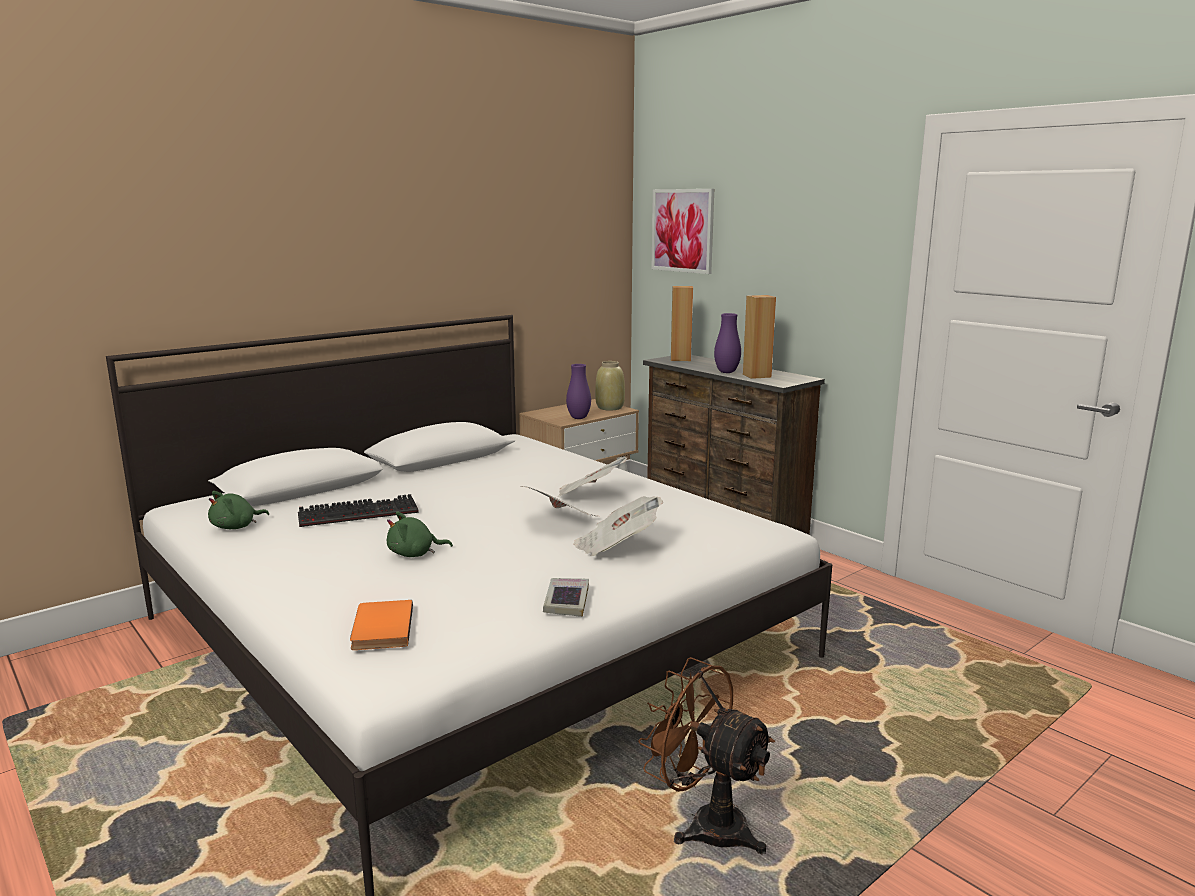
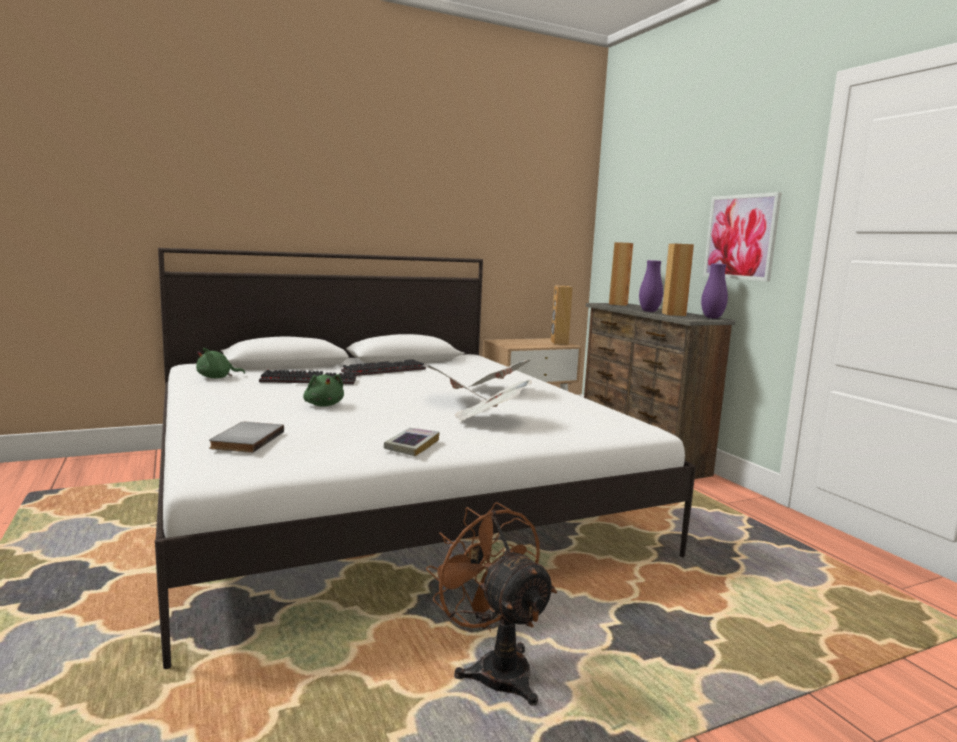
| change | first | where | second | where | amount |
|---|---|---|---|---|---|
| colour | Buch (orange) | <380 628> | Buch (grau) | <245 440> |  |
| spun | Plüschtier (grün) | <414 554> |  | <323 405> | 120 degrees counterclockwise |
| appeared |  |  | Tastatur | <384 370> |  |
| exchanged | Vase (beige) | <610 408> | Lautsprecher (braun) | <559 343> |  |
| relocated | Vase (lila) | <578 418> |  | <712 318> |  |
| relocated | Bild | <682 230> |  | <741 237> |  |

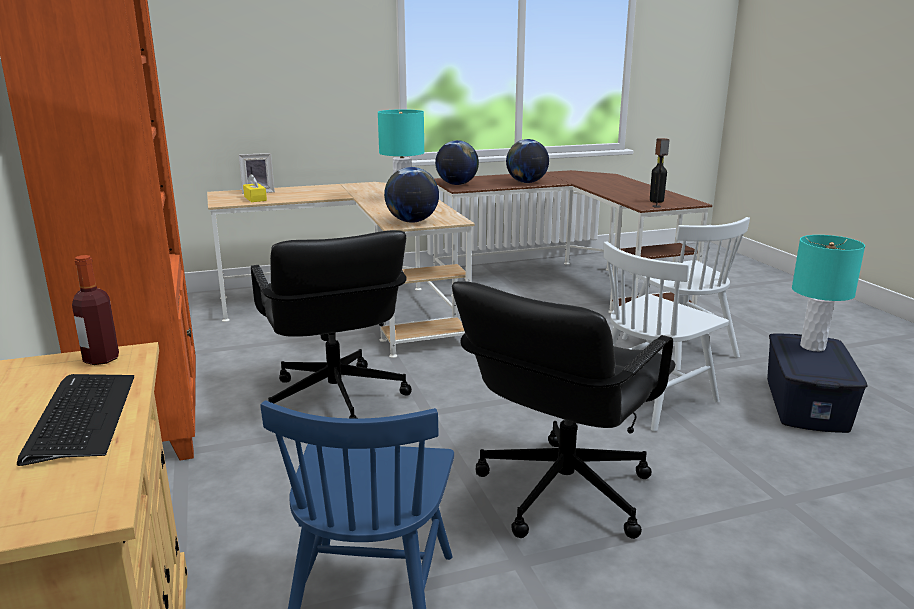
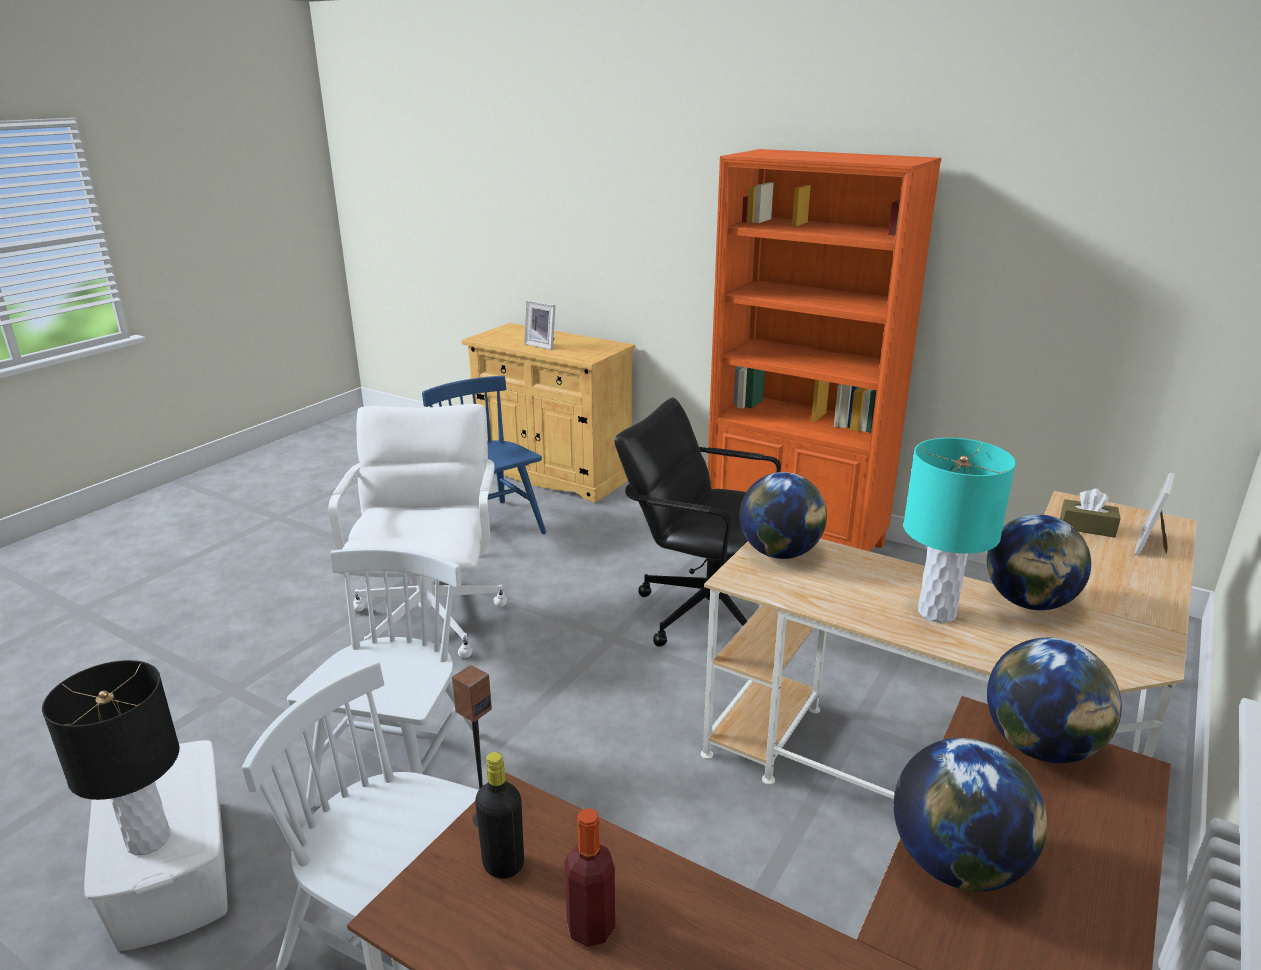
| change | first | where | second | where | amount |
|---|---|---|---|---|---|
| colour | Tischlampe (türkis) | <812 346> | Tischlampe (schwarz) | <148 840> |  |
| colour | Aufbewahrungsbox (blau) | <806 404> | Aufbewahrungsbox (weiß) | <171 870> |  |
| colour | Bürostuhl (schwarz) | <561 492> | Bürostuhl (weiß) | <429 619> |  |
| exchanged | Tastatur | <81 417> | Bilderrahmen | <542 345> |  |
| relocated | Flasche | <101 359> |  | <591 928> |  |
| appeared |  |  | Globus | <1028 602> |  |
| colour | Taschentuchbox (gelb) | <255 199> | Taschentuchbox (braun) | <1087 527> |  |

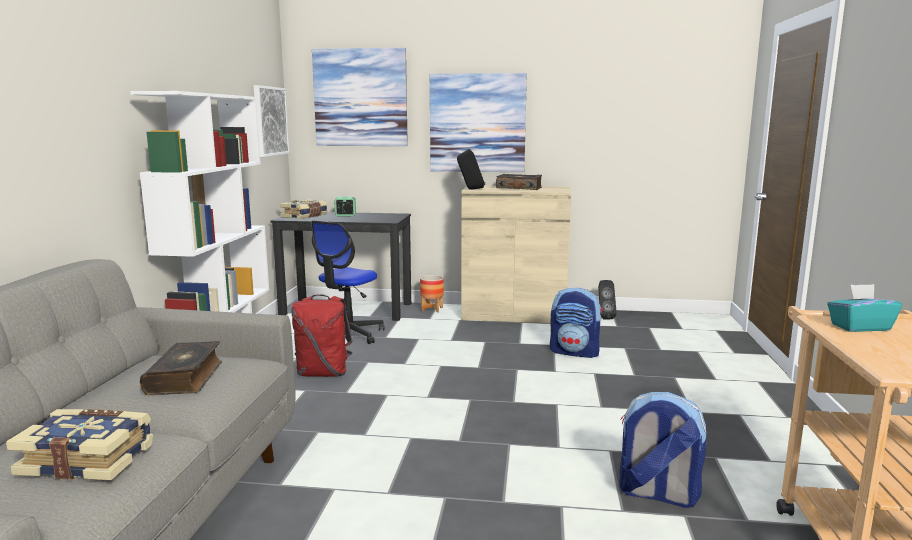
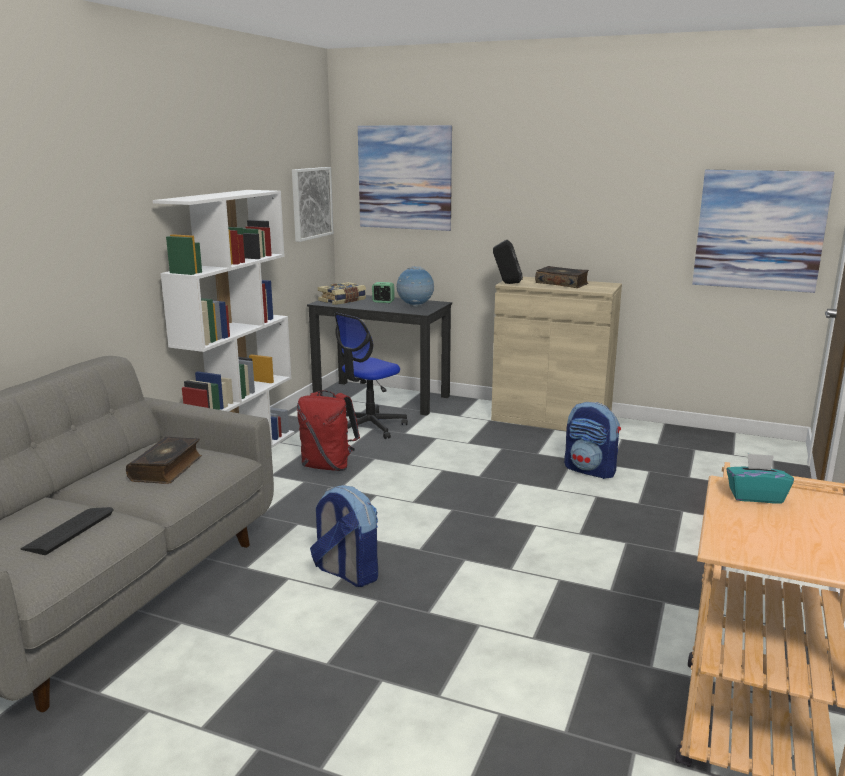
| change | first | where | second | where | amount |
|---|---|---|---|---|---|
| exchanged | Buch | <88 459> | Tastatur | <68 531> |  |
| relocated | Rucksack | <656 494> |  | <346 573> |  |
| appeared |  |  | Globus | <415 307> |  |
| relocated | Bild | <477 123> |  | <759 230> |  |
| missing | Pflanzkübel | <432 309> |  |  |  |
| missing | Lautsprecher (schwarz) | <604 317> |  |  |  |

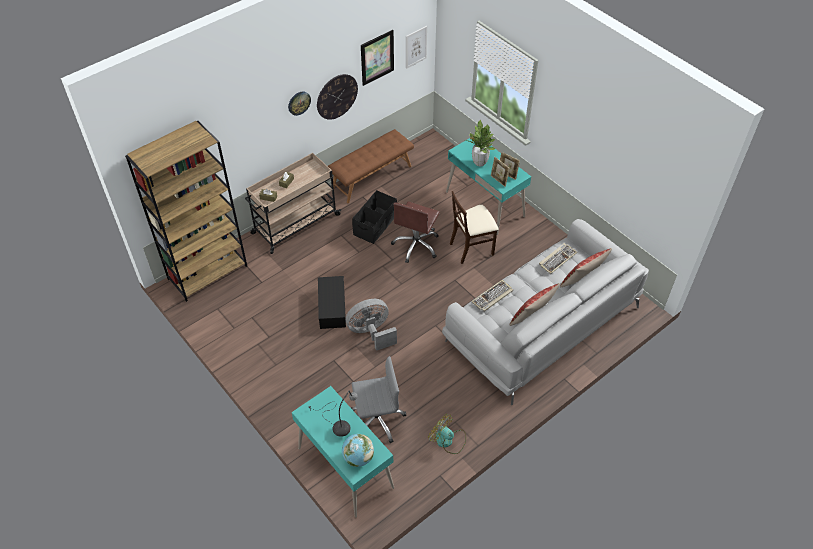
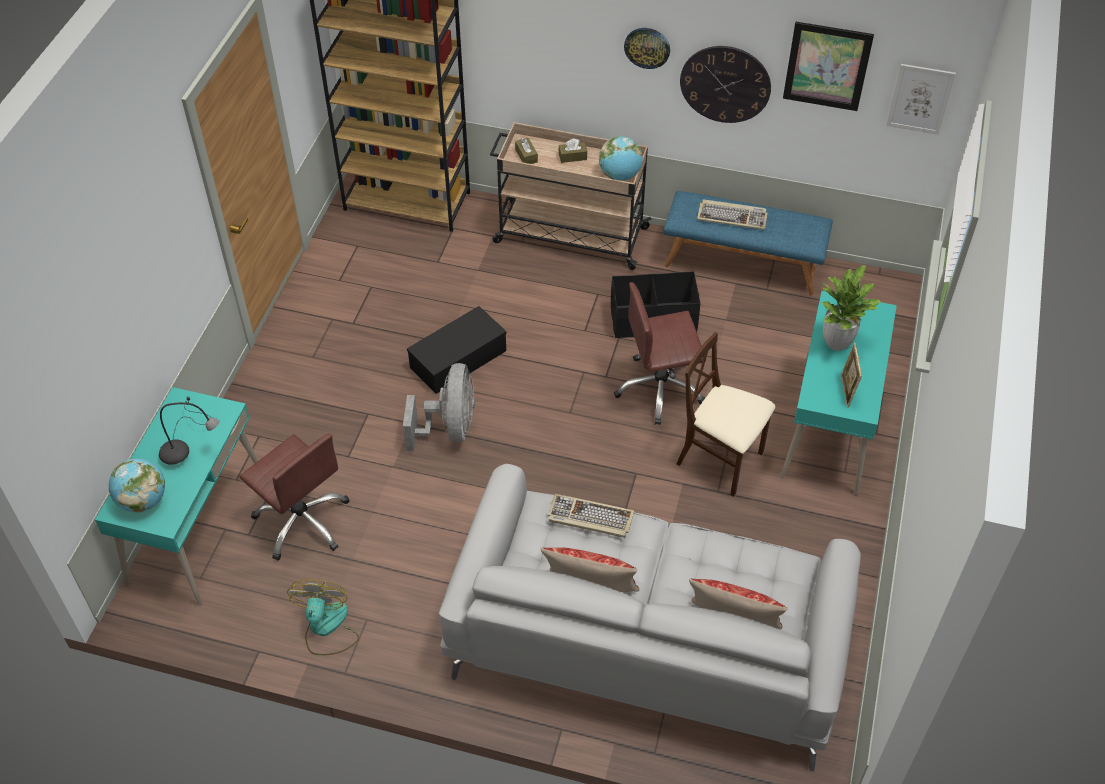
| change | first | where | second | where | amount |
|---|---|---|---|---|---|
| colour | Bürostuhl (grau) | <377 420> | Bürostuhl (braun) | <303 521> |  |
| spun | Ventilator (grau) | <371 333> |  | <449 428> | 60 degrees clockwise |
| appeared |  |  | Globus | <620 175> |  |
| colour | Bank (braun) | <371 177> | Bank (blau) | <742 263> |  |
| relocated | Tastatur | <557 259> |  | <732 216> |  |
| missing | Bilderrahmen | <498 181> |  |  |  |

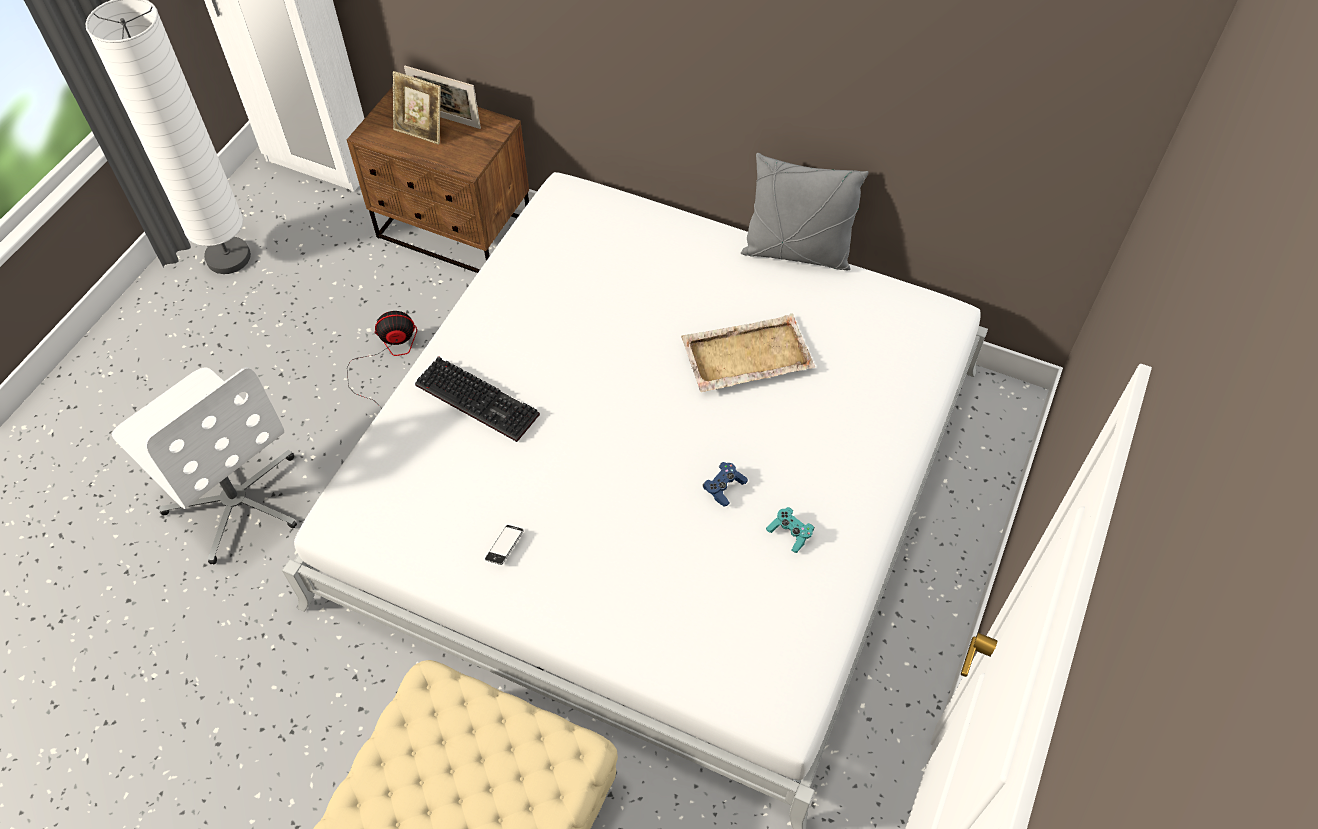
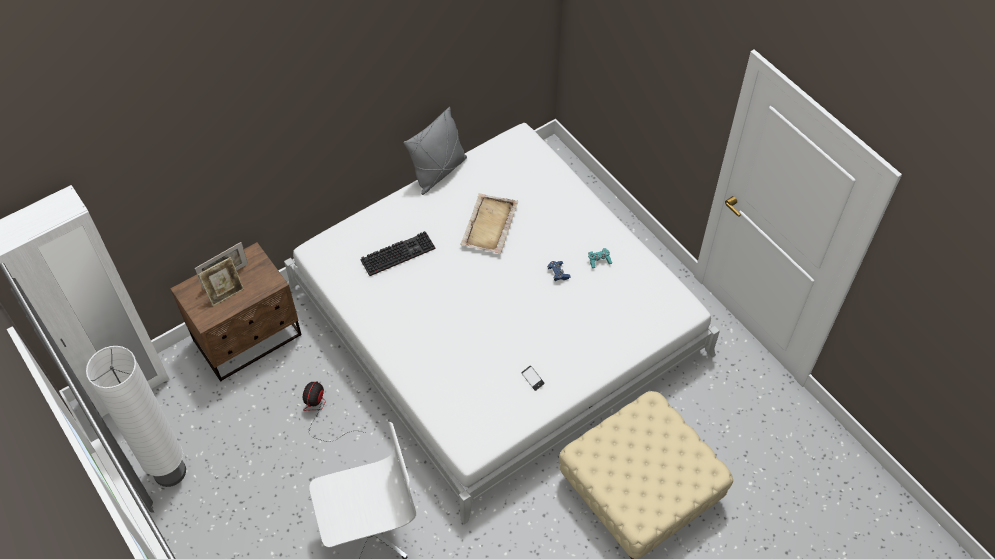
| change | first | where | second | where | amount |
|---|---|---|---|---|---|
| relocated | Tastatur | <480 399> |  | <398 253> |  |

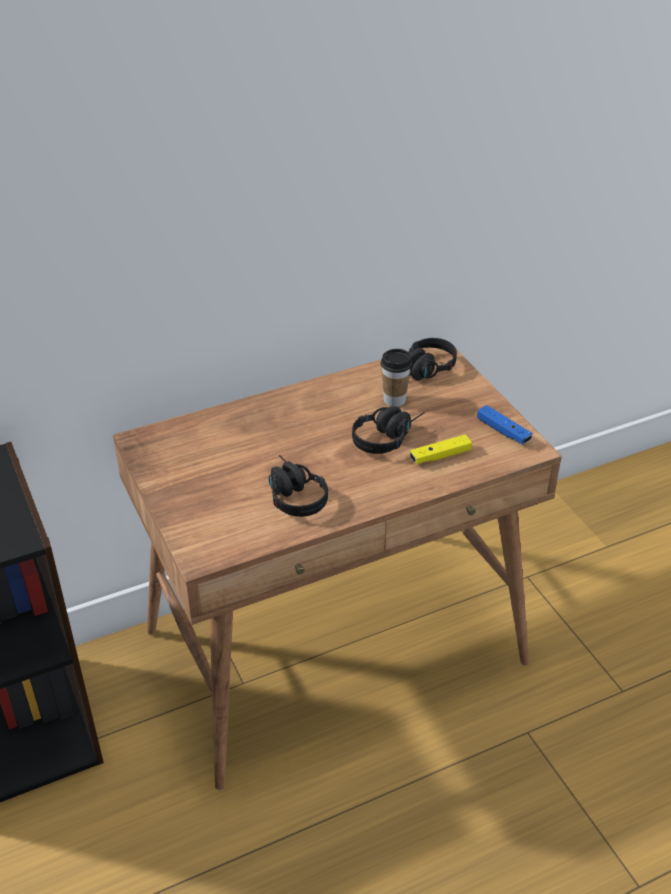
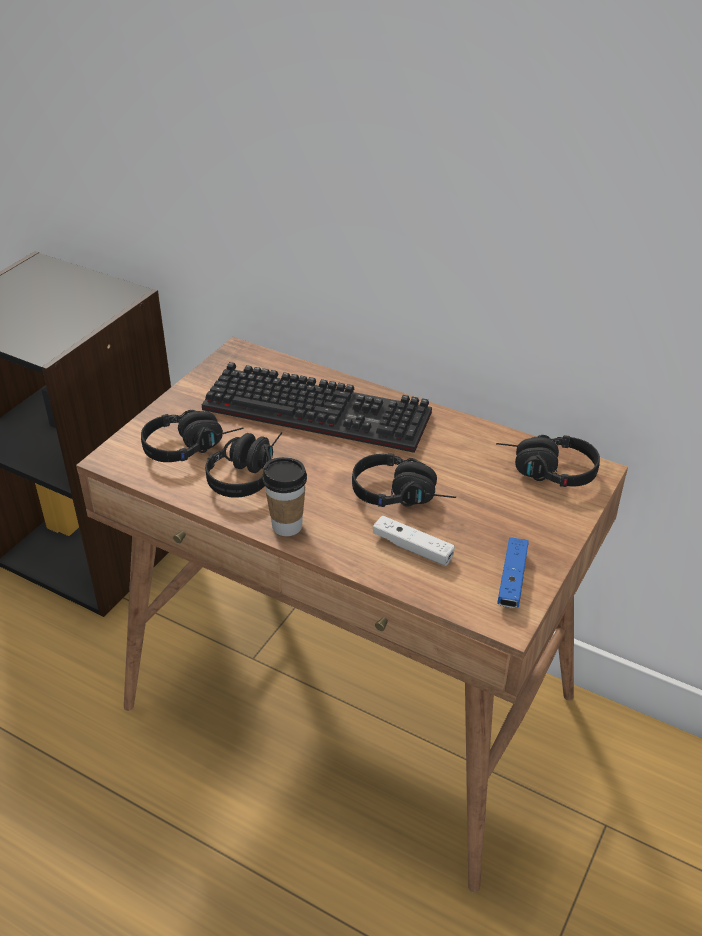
| change | first | where | second | where | amount |
|---|---|---|---|---|---|
| appeared |  |  | Kopfhörer (schwarz) | <193 446> |  |
| appeared |  |  | Tastatur | <321 410> |  |
| relocated | Tasse | <394 400> |  | <287 526> |  |
| colour | Gamepad (gelb) | <440 456> | Gamepad (weiß) | <412 548> |  |

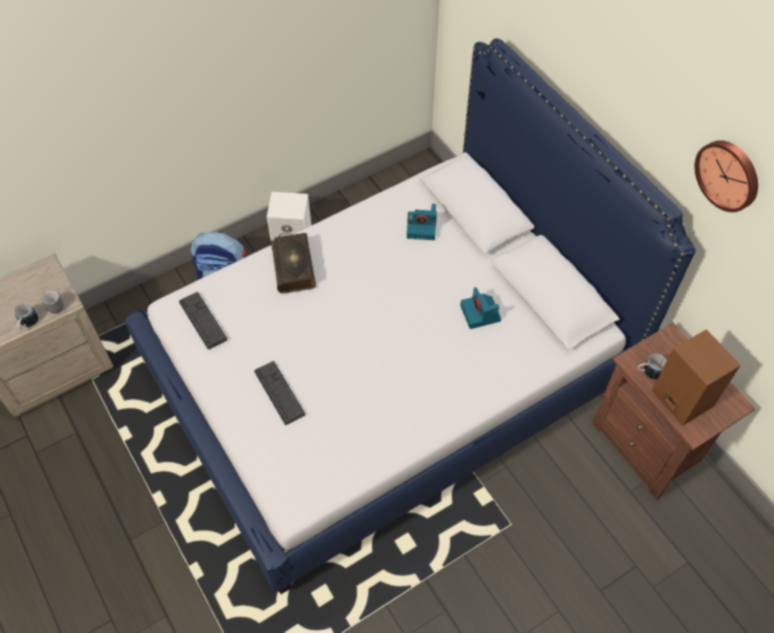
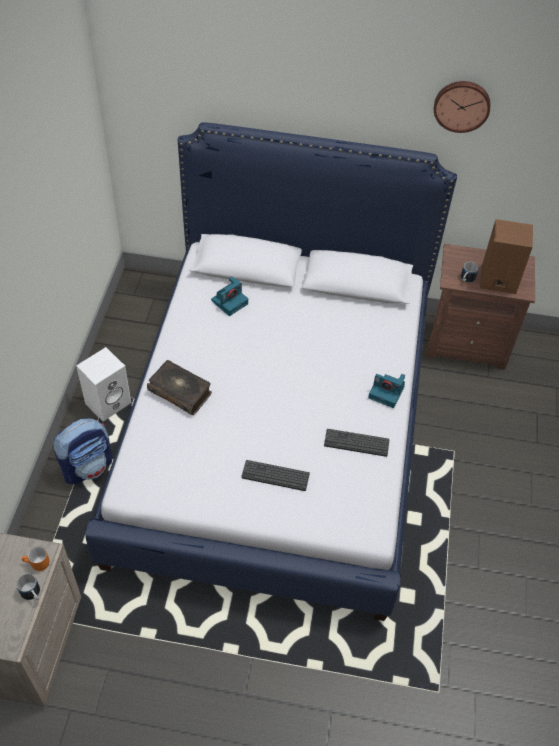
| change | first | where | second | where | amount |
|---|---|---|---|---|---|
| colour | Henkelbecher (grau) | <53 306> | Henkelbecher (orange) | <37 565> |  |
| relocated | Tastatur | <203 320> |  | <356 443> |  |
| relocated | Kamera | <481 314> |  | <387 392> |  |

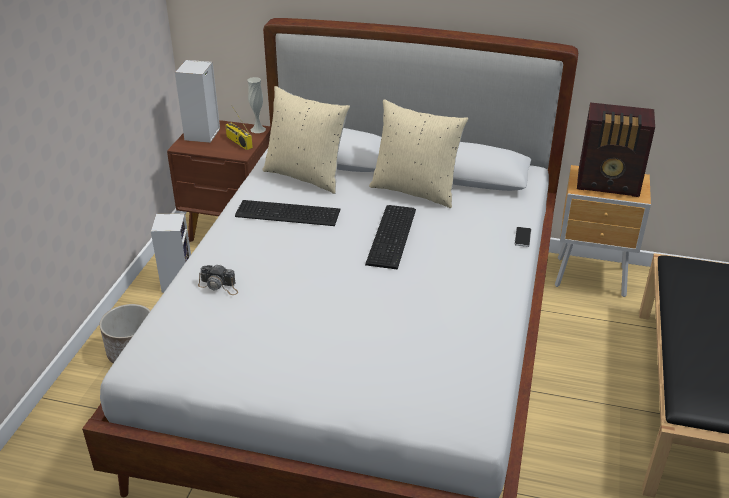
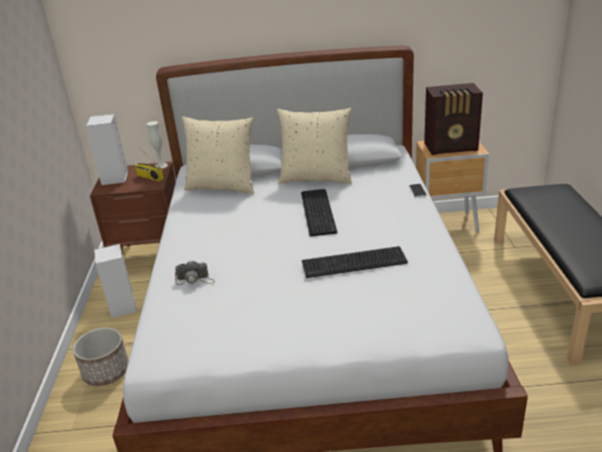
| change | first | where | second | where | amount |
|---|---|---|---|---|---|
| relocated | Tastatur | <288 214> |  | <355 263> |  |

